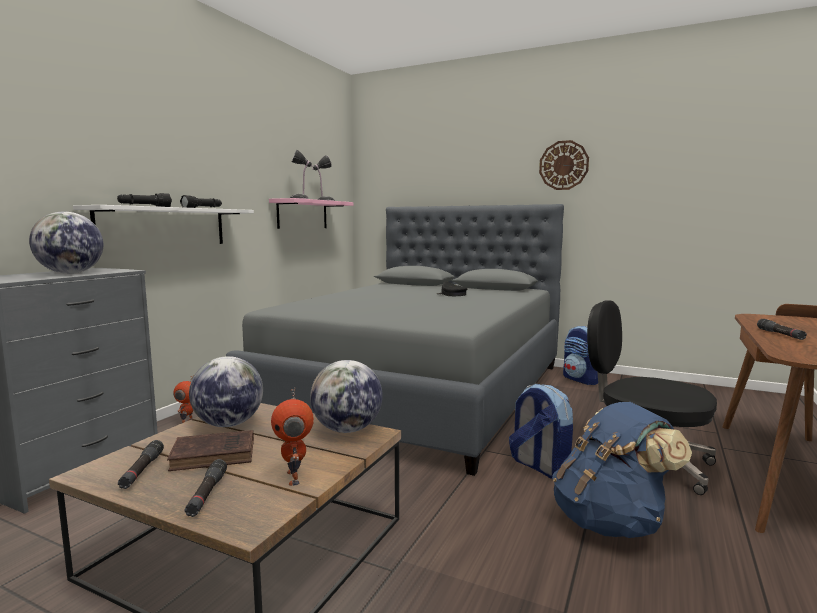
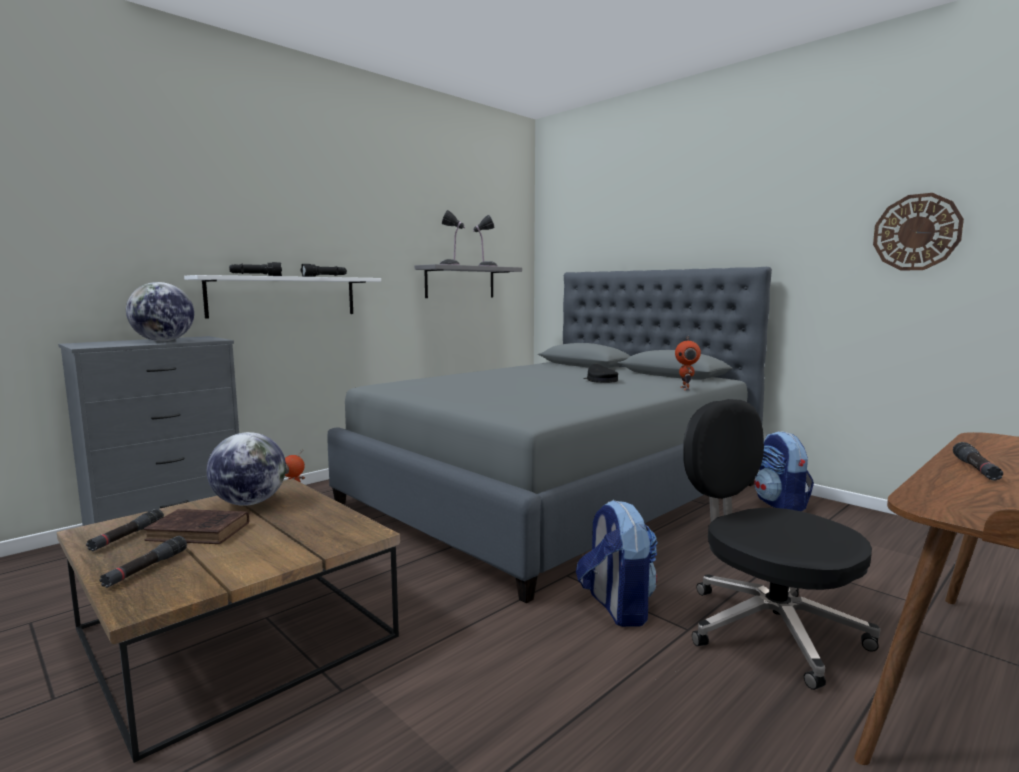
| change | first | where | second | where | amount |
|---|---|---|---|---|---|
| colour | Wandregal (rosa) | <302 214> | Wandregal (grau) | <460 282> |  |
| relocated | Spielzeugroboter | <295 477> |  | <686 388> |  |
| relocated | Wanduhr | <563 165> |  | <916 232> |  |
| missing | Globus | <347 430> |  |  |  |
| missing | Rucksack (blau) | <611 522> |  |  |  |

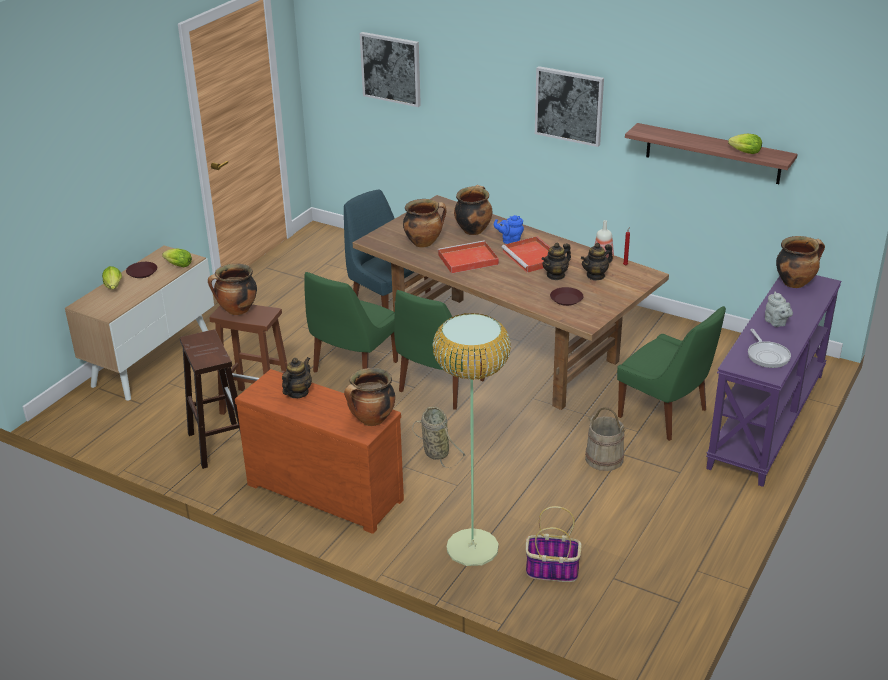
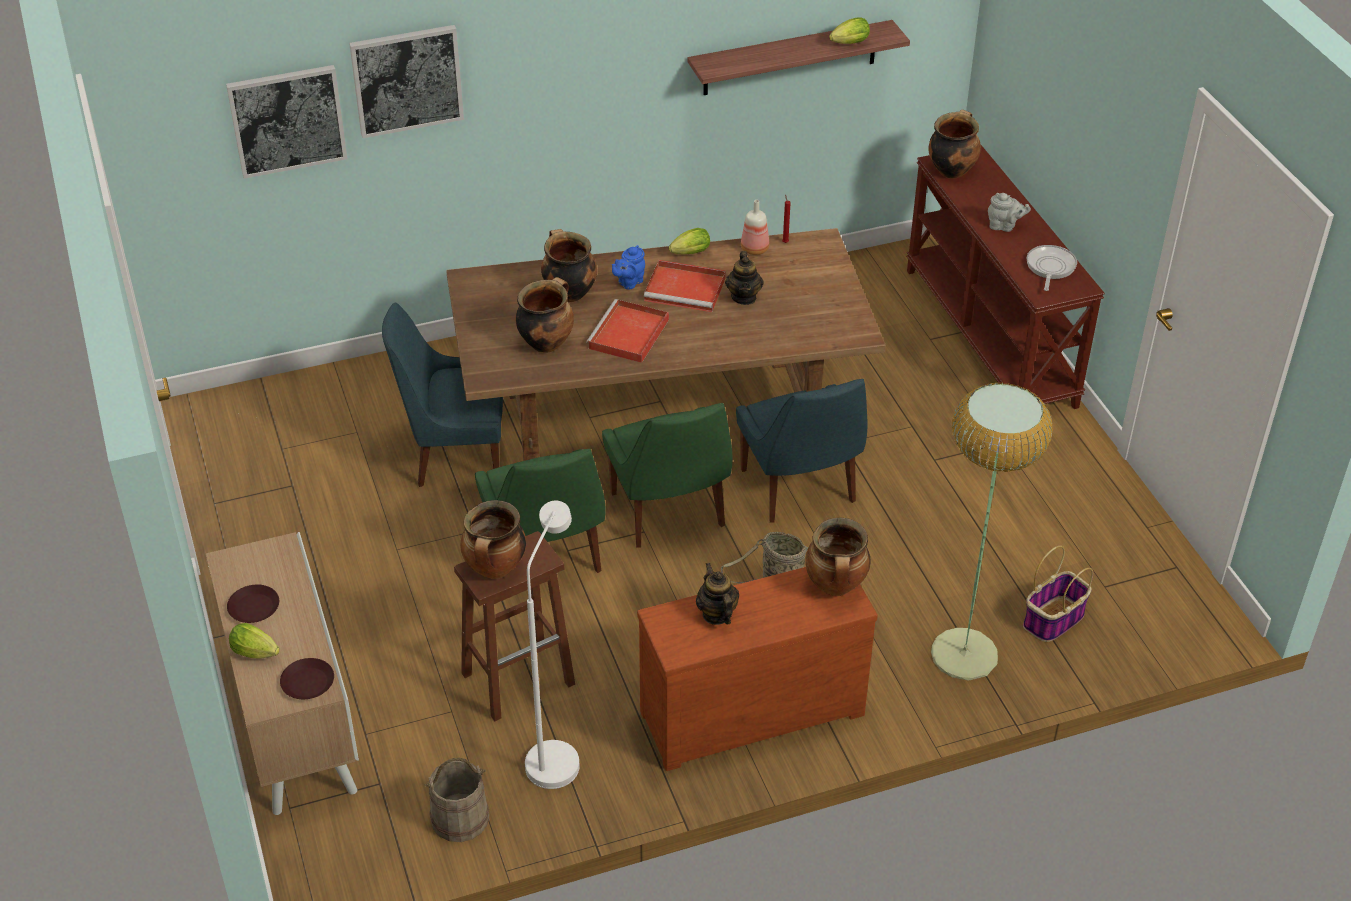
| change | first | where | second | where | amount |
|---|---|---|---|---|---|
| relocated | Teller (braun) | <566 299> |  | <308 683> |  |
| relocated | Bild | <569 105> |  | <407 80> |  |
| relocated | Eimer (beige) | <604 458> |  | <460 818> |  |
| exchanged | Hocker (braun) | <218 443> | Stehlampe (weiß) | <555 754> |  |
| relocated | Salatkopf | <177 265> |  | <688 254> |  |
| appeared |  |  | Stuhl (blau) | <799 489> |  |
| colour | Konsolentisch (lila) | <768 420> | Konsolentisch (braun) | <991 336> |  |
| spun | Pfanne | <767 355> |  | <1050 268> | 105 degrees counterclockwise |
| missing | Teekanne | <596 275> |  |  |  |
| missing | Stuhl (grün) | <665 415> |  |  |  |

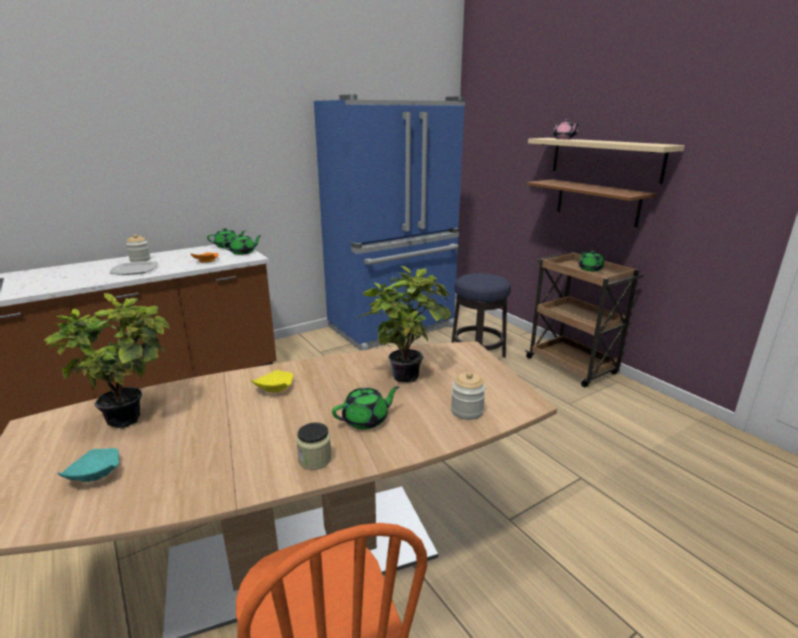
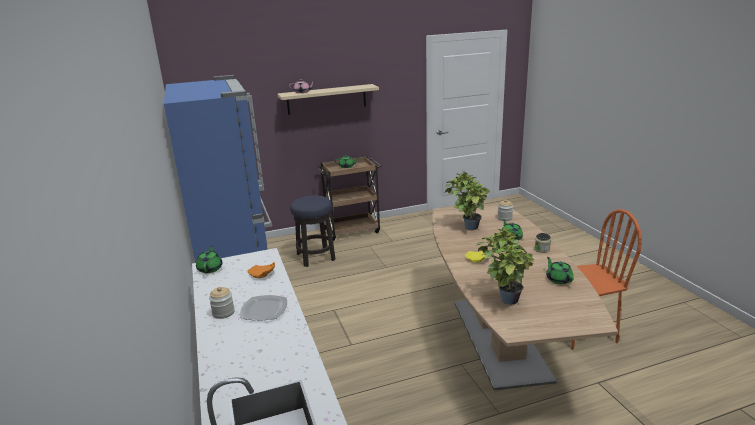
| change | first | where | second | where | amount |
|---|---|---|---|---|---|
| relocated | Teekanne (grün) | <243 252> |  | <558 279> |  |
| missing | Teller (türkis) | <94 475> |  |  |  |
| missing | Wandregal (braun) | <597 202> |  |  |  |

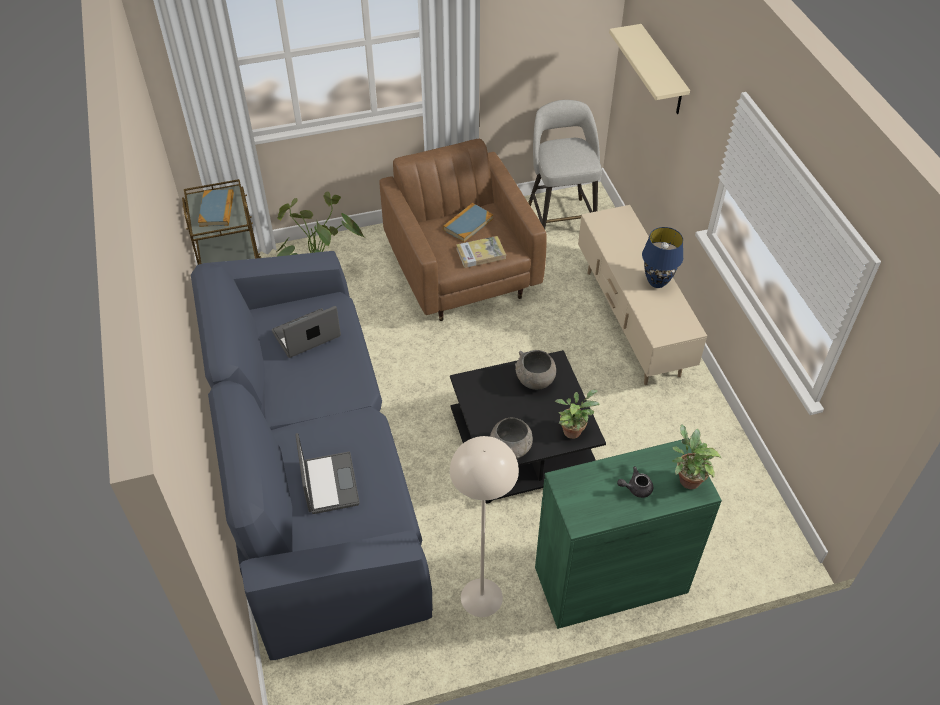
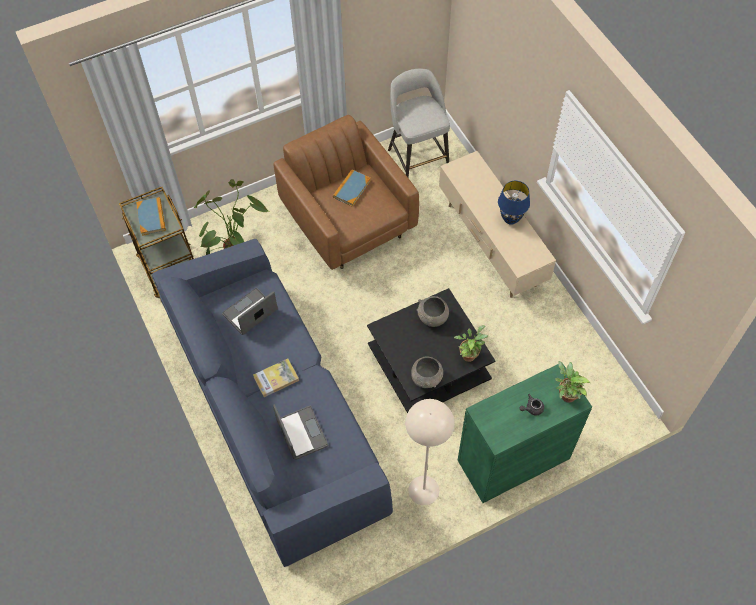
| change | first | where | second | where | amount |
|---|---|---|---|---|---|
| relocated | Buch | <481 253> |  | <276 378> |  |
| missing | Wandregal (beige) | <662 71> |  |  |  |

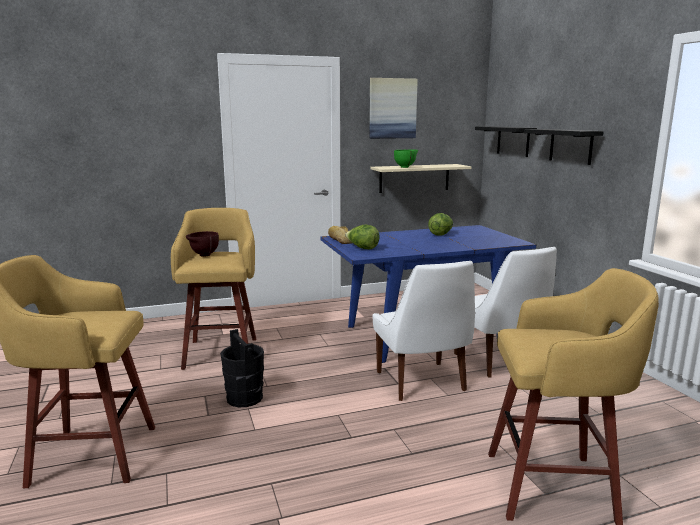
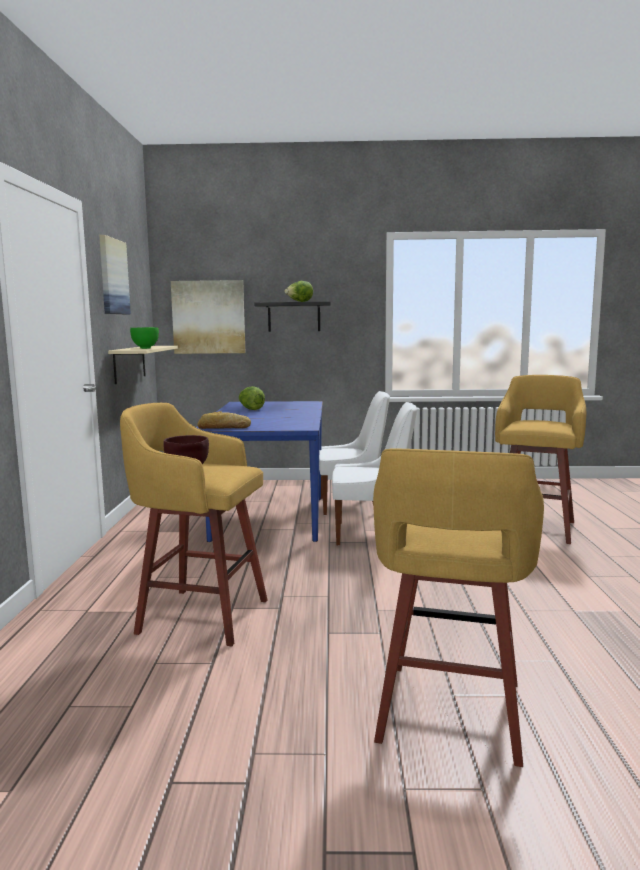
| change | first | where | second | where | amount |
|---|---|---|---|---|---|
| exchanged | Wandregal (schwarz) | <513 141> | Bild | <208 317> |  |
| relocated | Salatkopf | <362 248> |  | <299 301> |  |
| missing | Eimer (schwarz) | <244 398> |  |  |  |

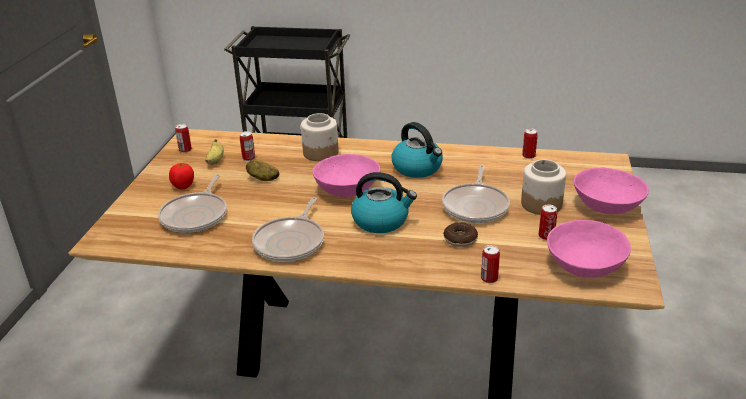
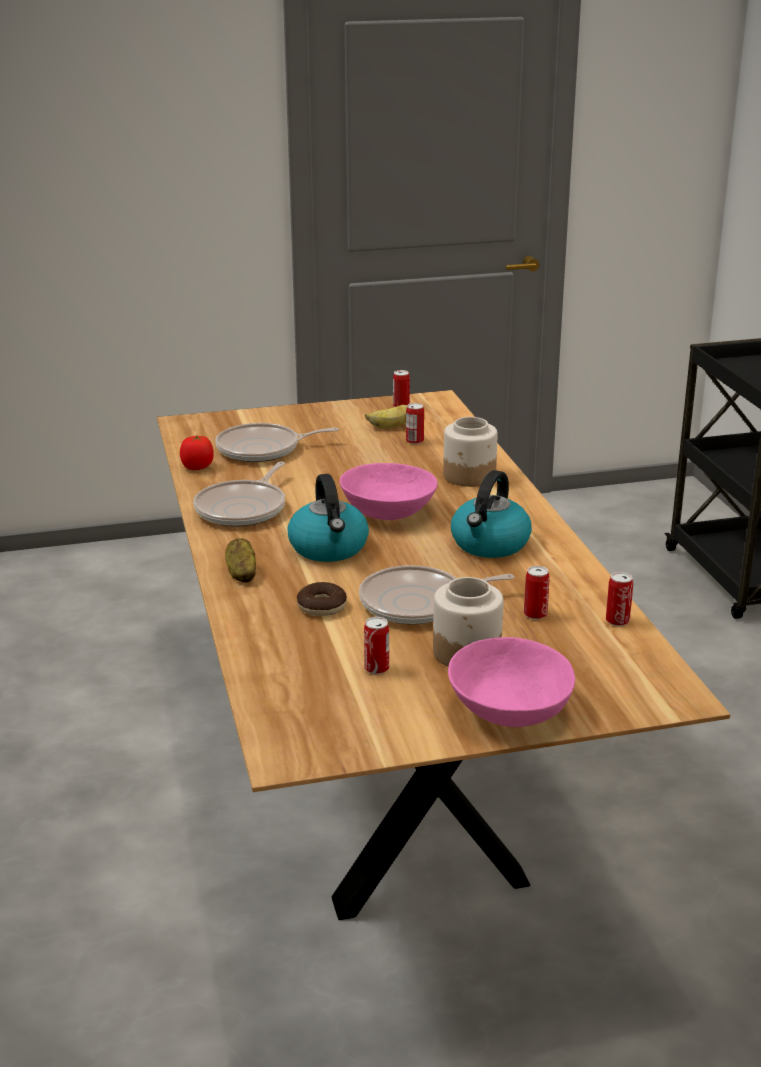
| change | first | where | second | where | amount |
|---|---|---|---|---|---|
| relocated | Tomate | <183 186> |  | <197 467> |  |
| spun | Pfanne | <291 242> |  | <243 508> | 60 degrees counterclockwise |
| relocated | Kartoffel | <263 178> |  | <241 574> |  |
| relocated | Dose | <489 278> |  | <535 614> |  |
| missing | Schüssel (rosa) | <584 265> |  |  |  |

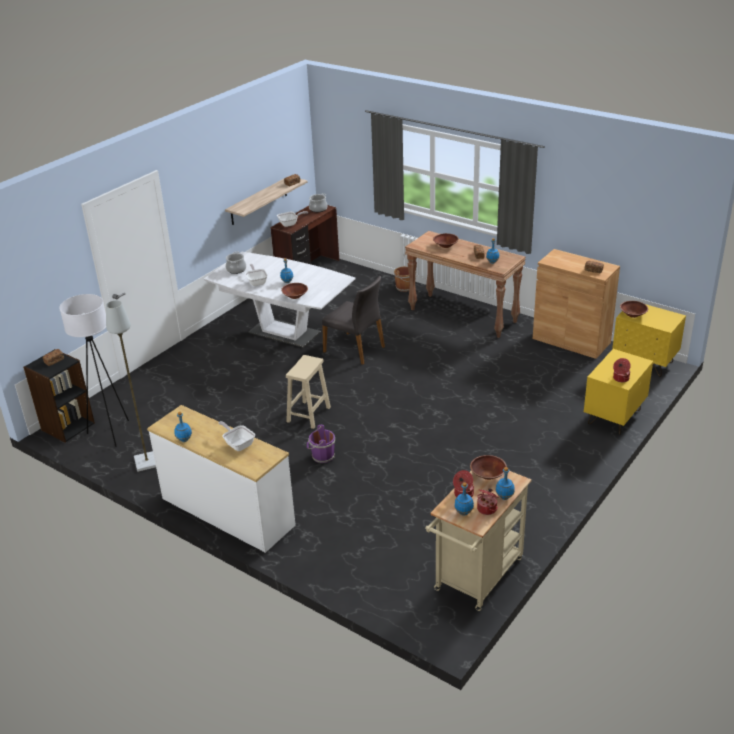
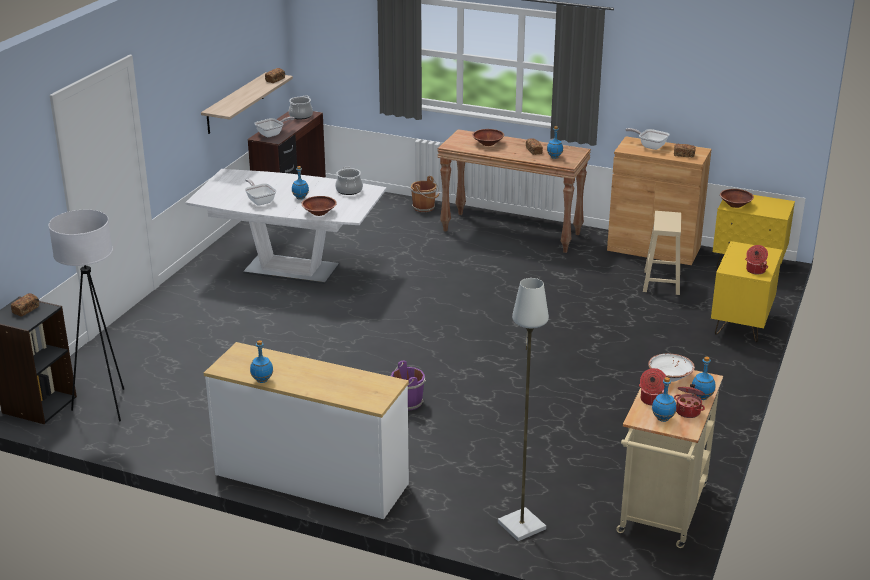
| change | first | where | second | where | amount |
|---|---|---|---|---|---|
| relocated | Kochtopf | <236 269> |  | <349 190> |  |
| relocated | Stehlampe (grau) | <146 462> |  | <520 525> |  |
| relocated | Pfanne | <238 444> |  | <650 146> |  |
| relocated | Hocker (beige) | <309 414> |  | <661 282> |  |
| colour | Schüssel (braun) | <488 475> | Schüssel (weiß) | <670 377> |  |
| missing | Stuhl (grau) | <355 349> |  |  |  |

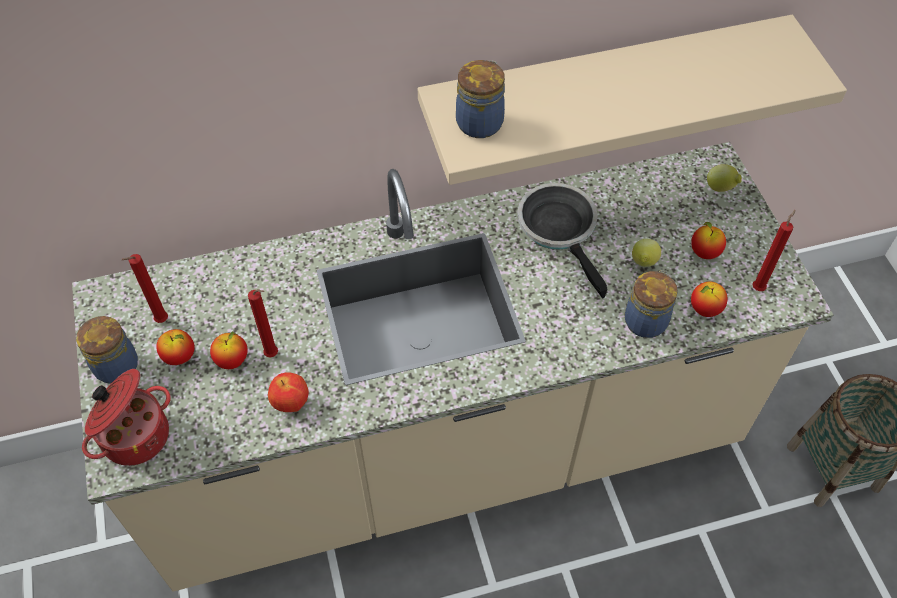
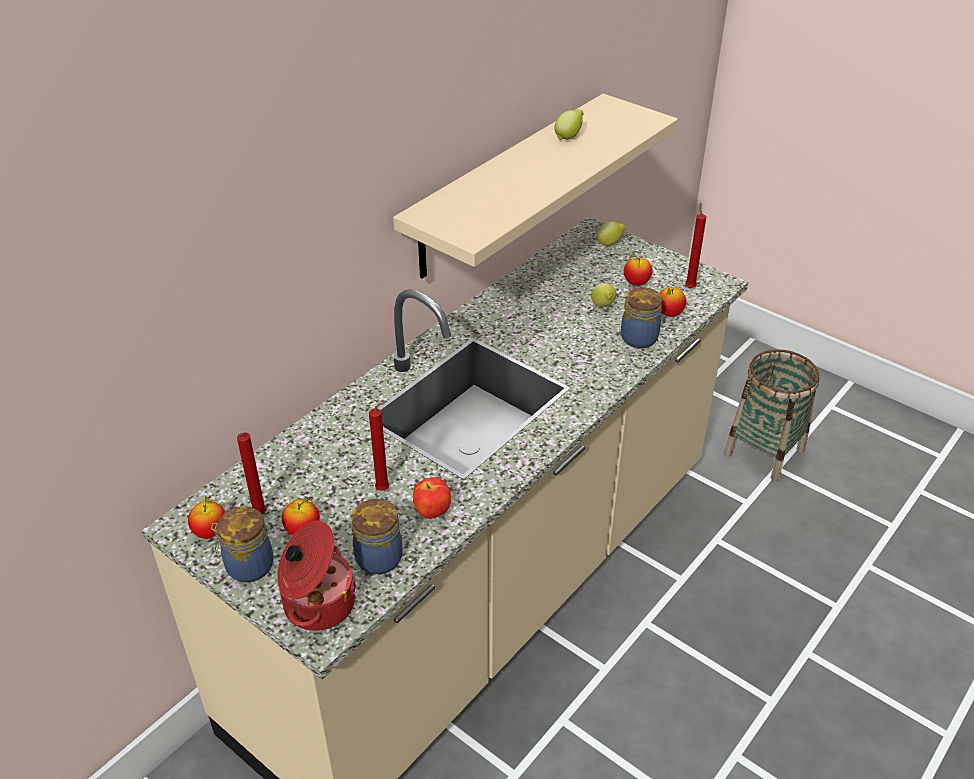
| change | first | where | second | where | amount |
|---|---|---|---|---|---|
| relocated | Apfel | <232 360> |  | <211 532> |  |
| relocated | Vorratsglas | <480 122> |  | <379 556> |  |
| appeared |  |  | Zitrone | <568 137> |  |
| missing | Pfanne | <560 230> |  |  |  |

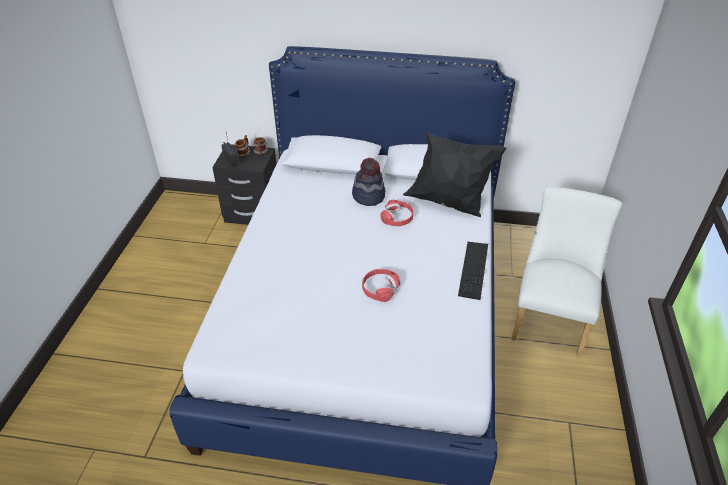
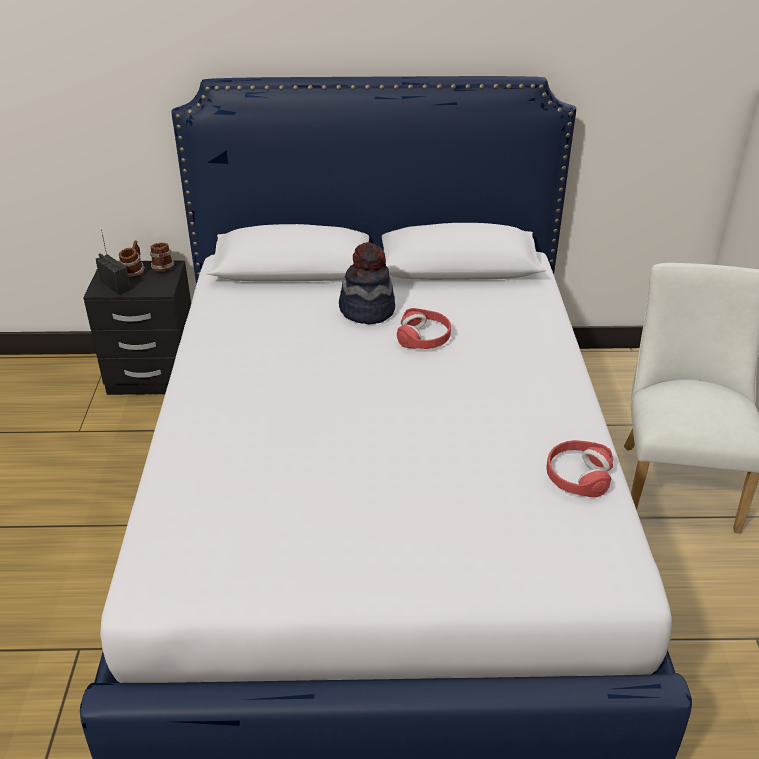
| change | first | where | second | where | amount |
|---|---|---|---|---|---|
| relocated | Kopfhörer (rot) | <380 288> |  | <577 476> |  |
| missing | Kissen (schwarz) | <448 203> |  |  |  |
| missing | Tastatur | <473 269> |  |  |  |

